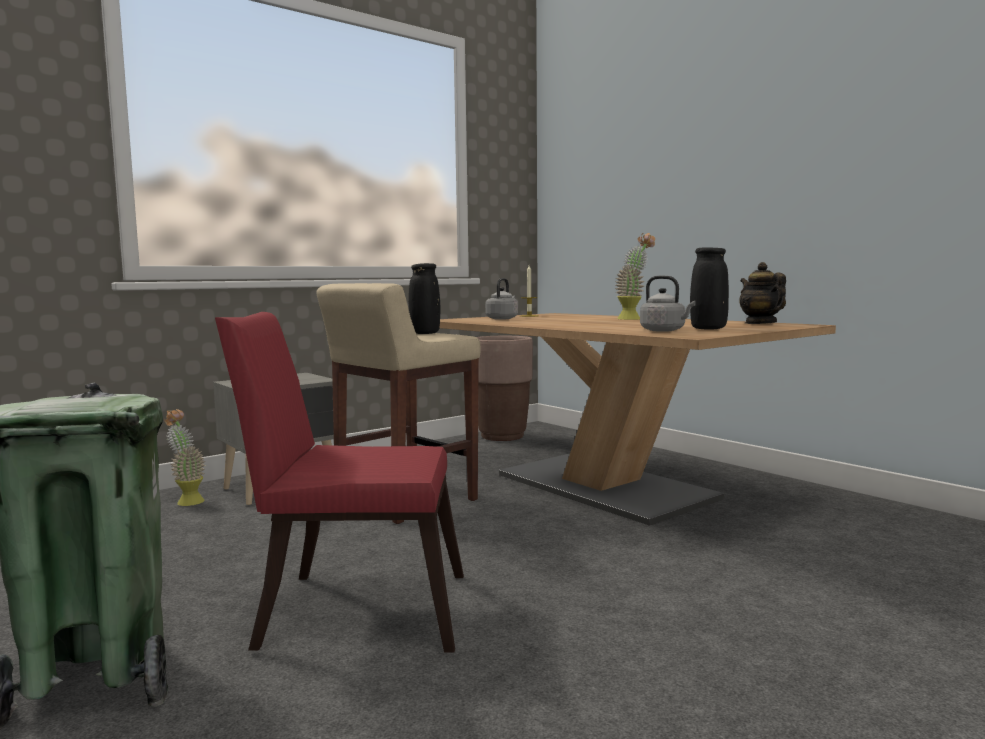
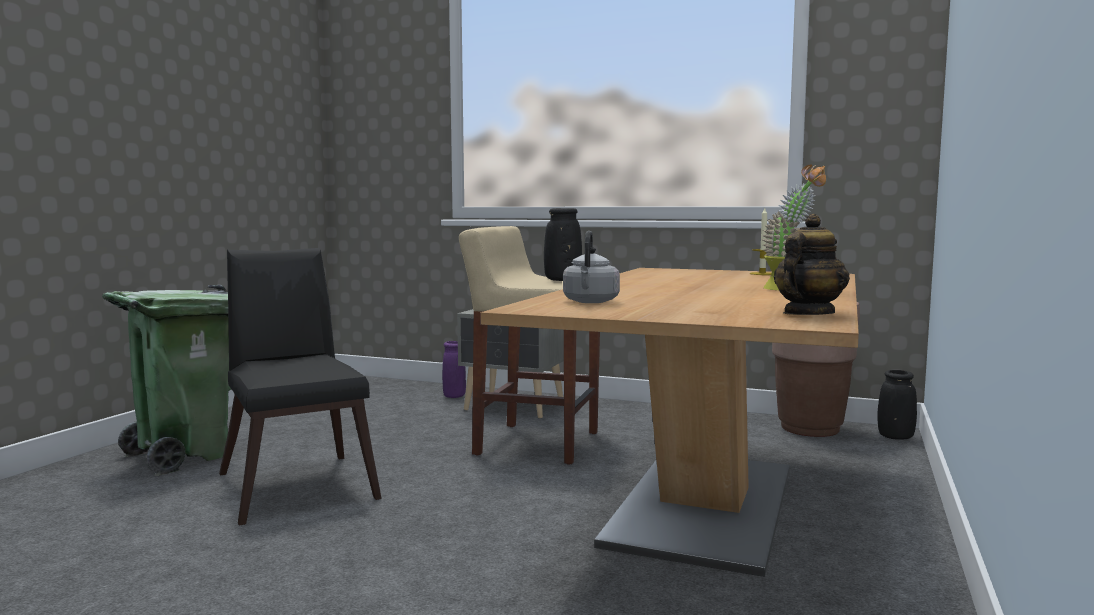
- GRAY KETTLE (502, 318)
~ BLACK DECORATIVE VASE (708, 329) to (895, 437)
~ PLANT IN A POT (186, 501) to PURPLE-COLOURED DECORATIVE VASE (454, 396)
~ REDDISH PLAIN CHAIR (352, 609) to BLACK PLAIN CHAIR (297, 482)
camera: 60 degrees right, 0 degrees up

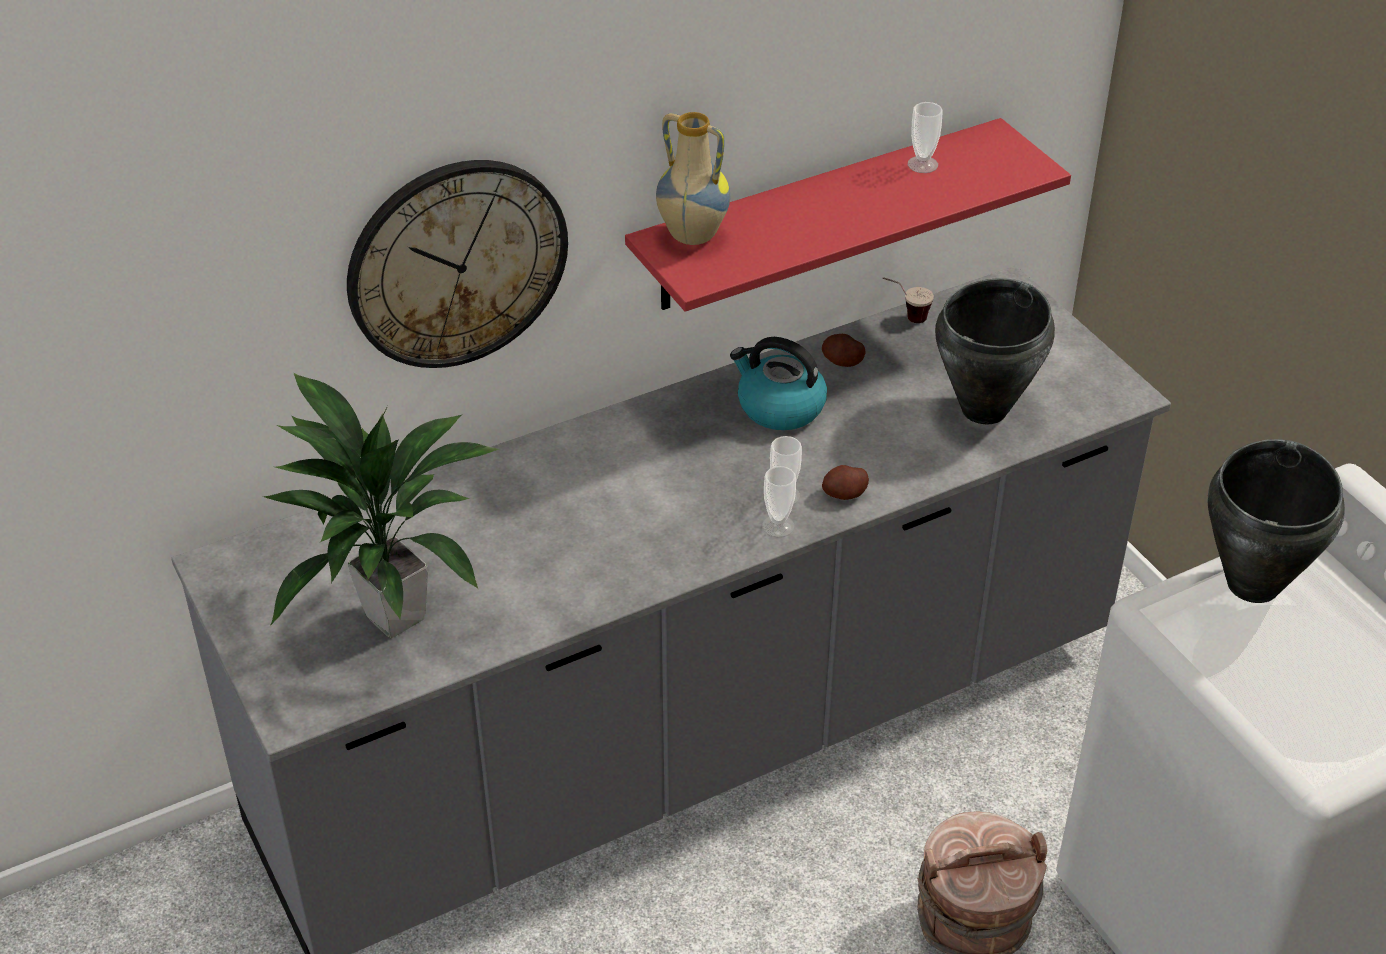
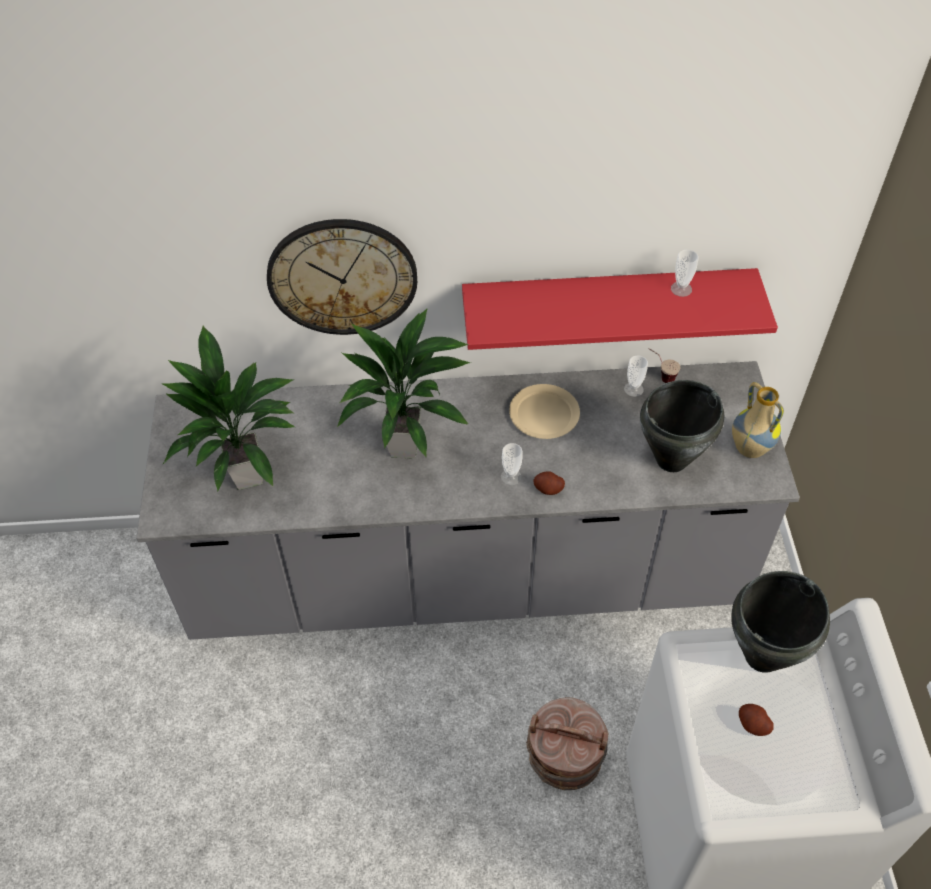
+ PLANT IN A POT (405, 448)
~ DECORATIVE VASE (691, 236) to (748, 449)
~ CUP (778, 526) to (633, 389)
~ POTATO (842, 361) to (753, 725)
~ KETTLE (779, 407) to SAND-COLOURED FLAT DISH (544, 414)
camera: 25 degrees right, 10 degrees up

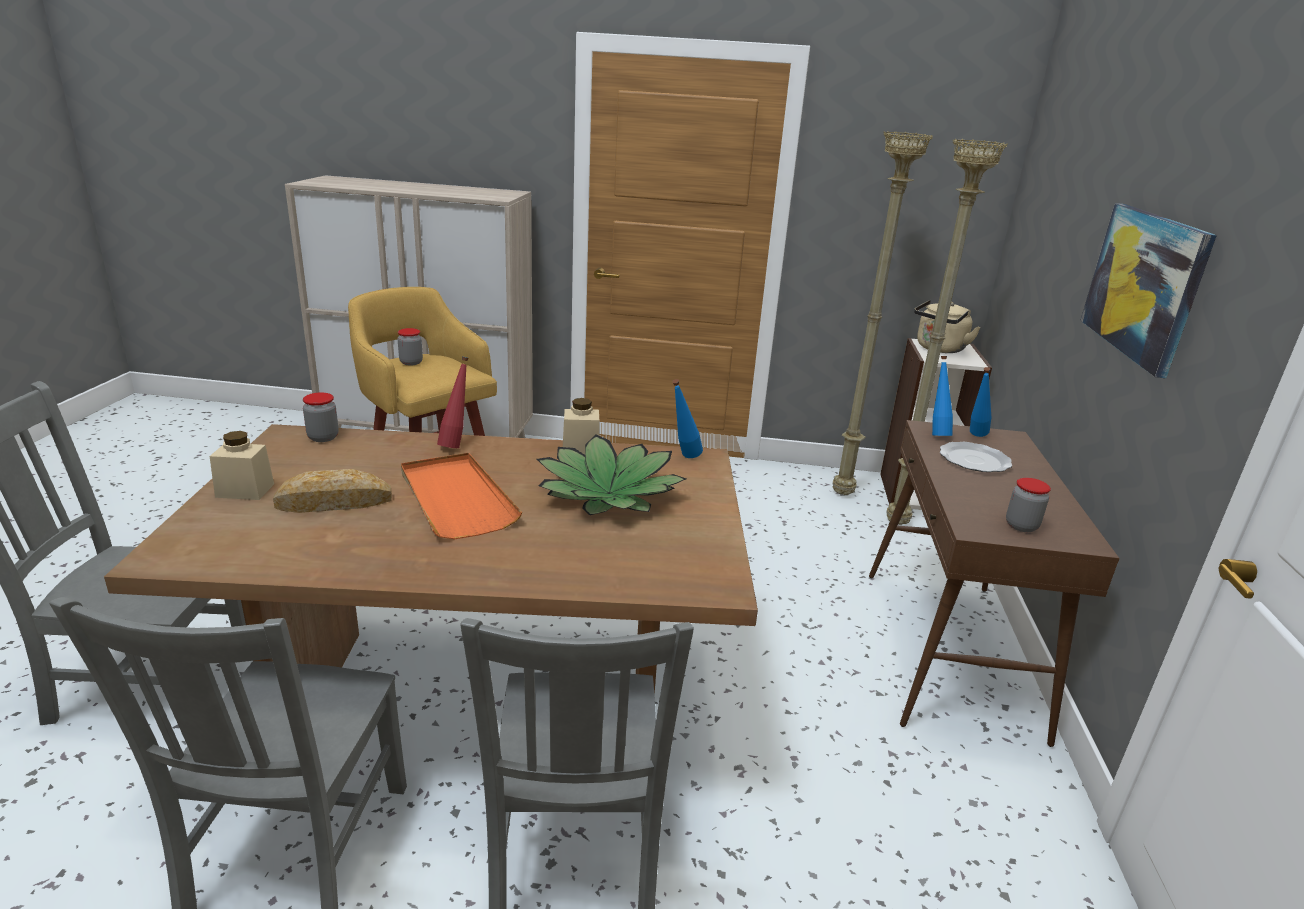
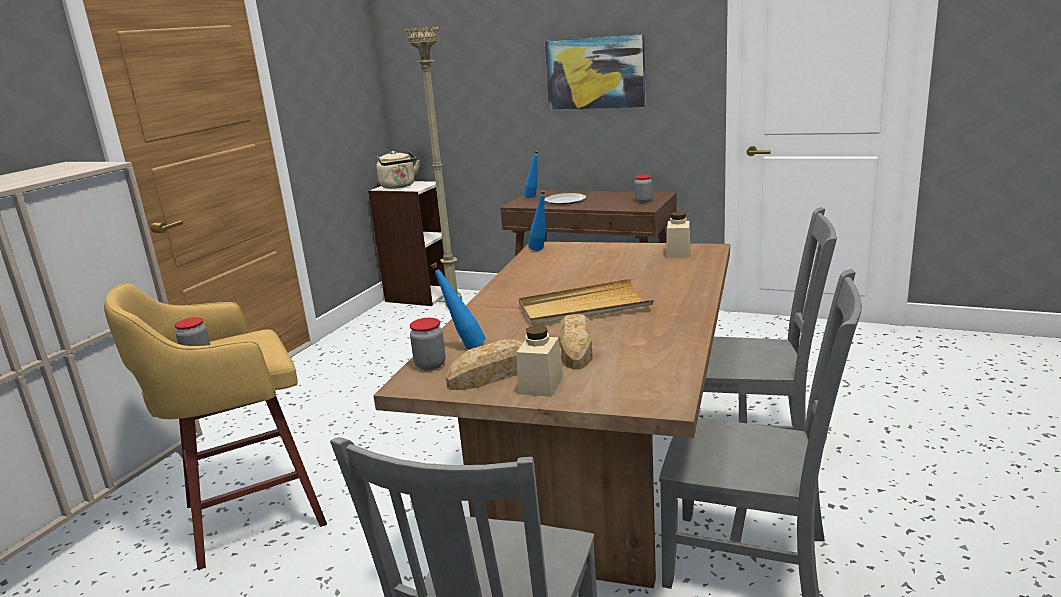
- REDDISH BOTTLE (456, 444)
- PLANT IN A POT (609, 493)
- SAND-COLOURED STANDING LAMP (843, 494)
+ BAKED BREAD (496, 373)
~ SAND-COLOURED STORAGE JAR (581, 449) to (678, 253)
~ BLUE-COLOURED BOTTLE (936, 433) to (463, 347)
~ ORANGE-COLOURED CARRYING TRAY (456, 499) to SAND-COLOURED CARRYING TRAY (583, 308)
camera: 70 degrees left, 5 degrees down

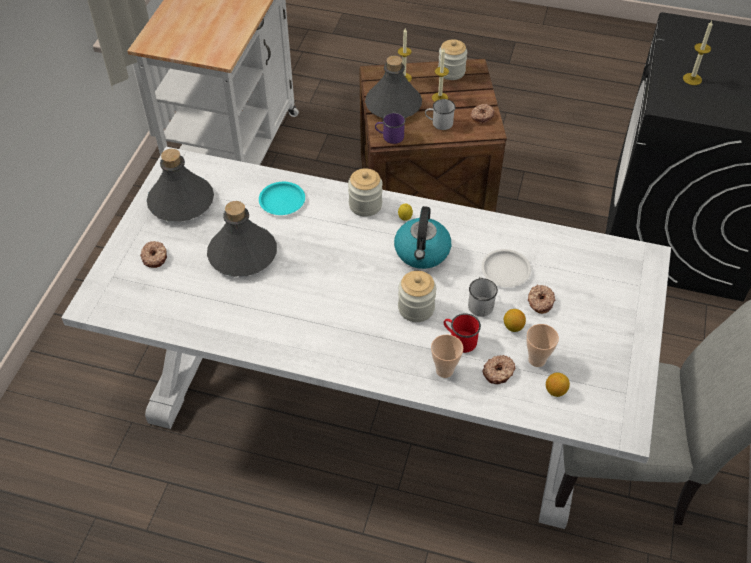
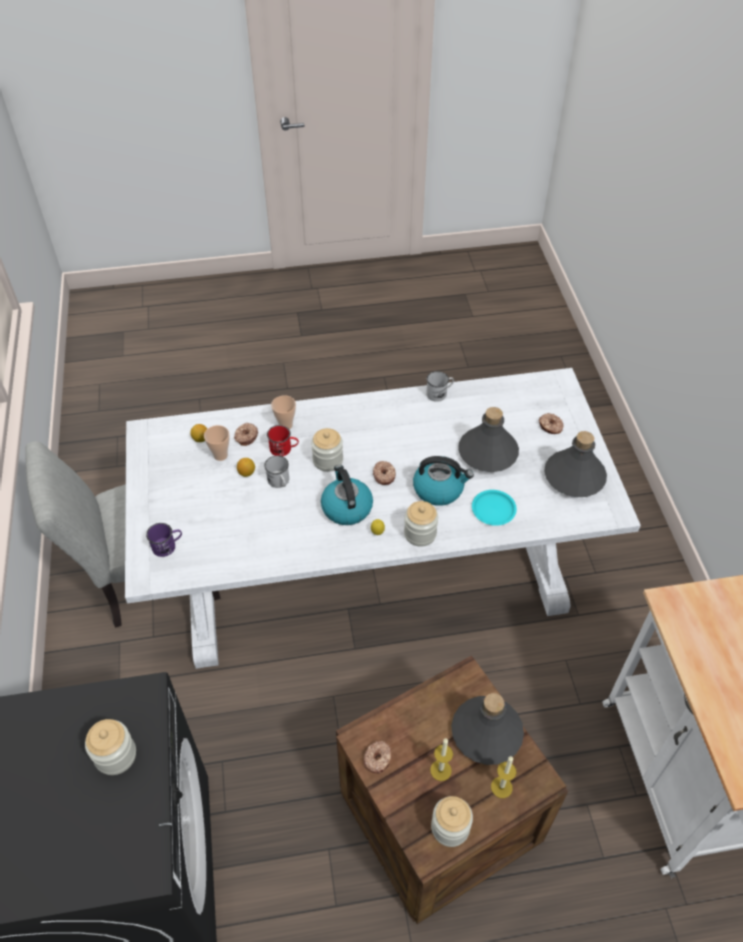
- WHITISH FLAT DISH (505, 270)
+ KETTLE (439, 489)
~ PURPLE-COLOURED TEA MUG (389, 137) to (167, 546)
~ WHITISH TEA MUG (439, 123) to (439, 393)
~ RING DOUGHNUT (540, 302) to (384, 475)
~ WAX LIGHT (692, 79) to STORAGE JAR (115, 755)
camera: 155 degrees right, 0 degrees up

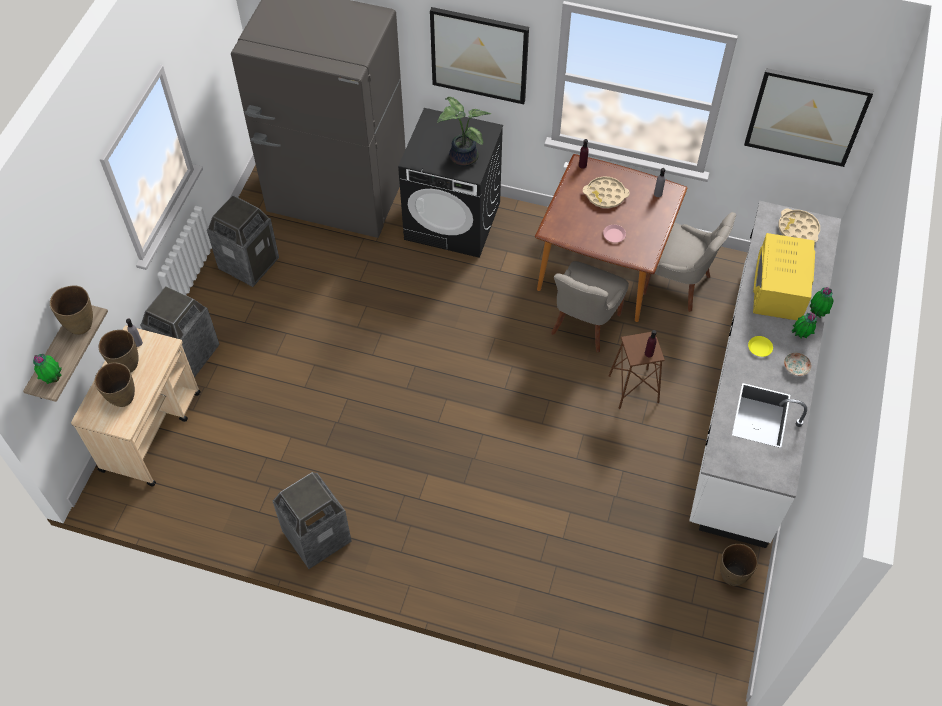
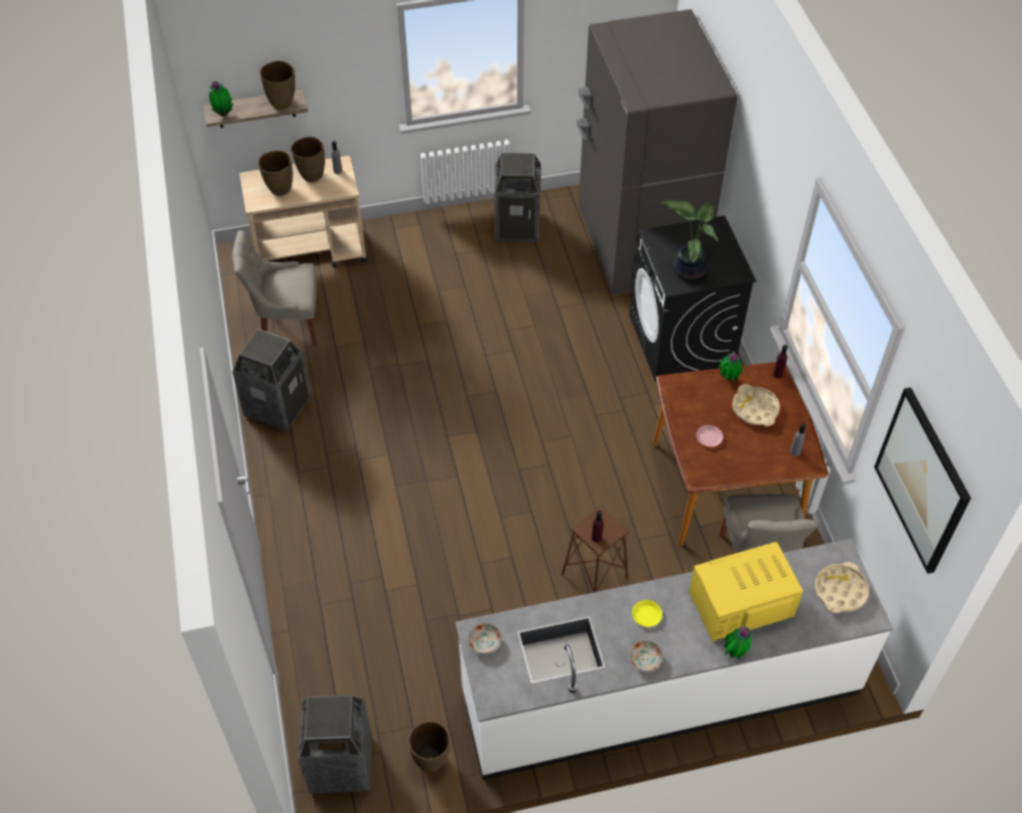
- PICTURE (479, 55)
+ FLAT DISH (484, 642)
~ WASTE BIN (188, 353) to (341, 765)
~ GRAY PLAIN CHAIR (584, 325) to (287, 326)
~ PLANT IN A POT (800, 336) to (727, 379)
camera: 60 degrees right, 5 degrees down

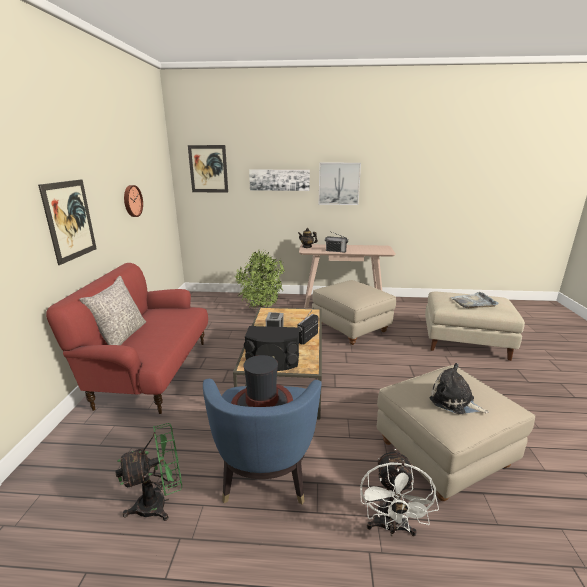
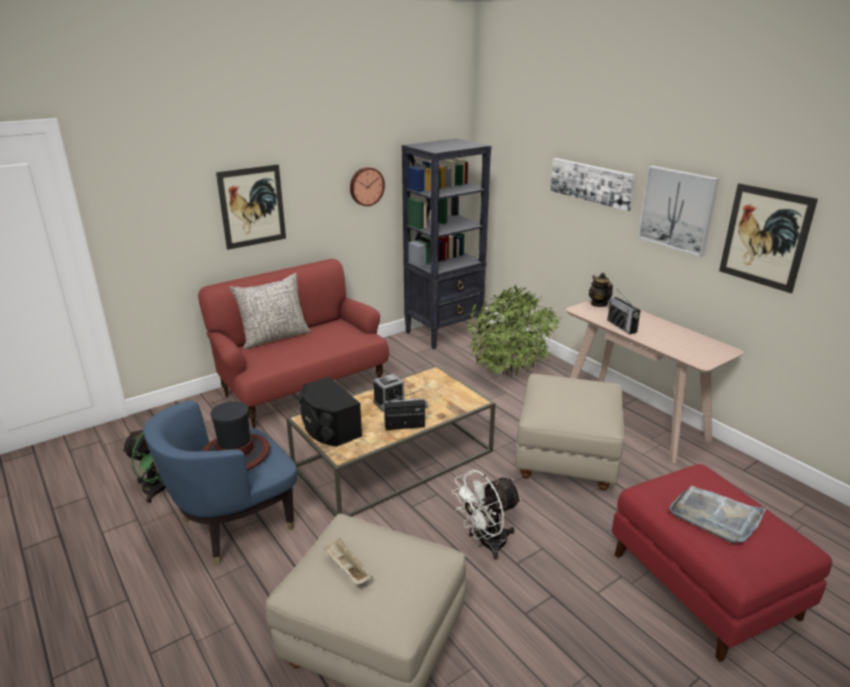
+ BLACK SHELVING UNIT (444, 333)
~ PICTURE (208, 169) to (765, 237)
~ WHITISH COOLING FAN (390, 527) to (486, 543)
~ CUDDLY TOY (454, 401) to SAND-COLOURED CARRYING TRAY (347, 569)
~ SAND-COLOURED FOOTREST (466, 342) to REDDISH FOOTREST (705, 587)
camera: 50 degrees right, 5 degrees up

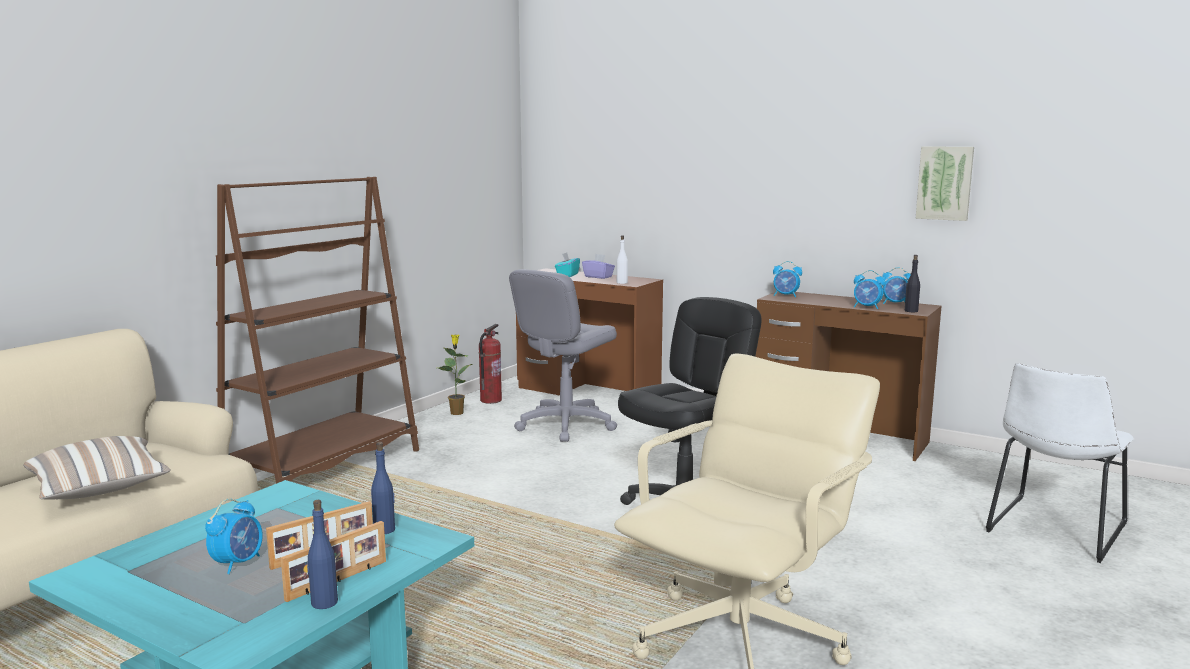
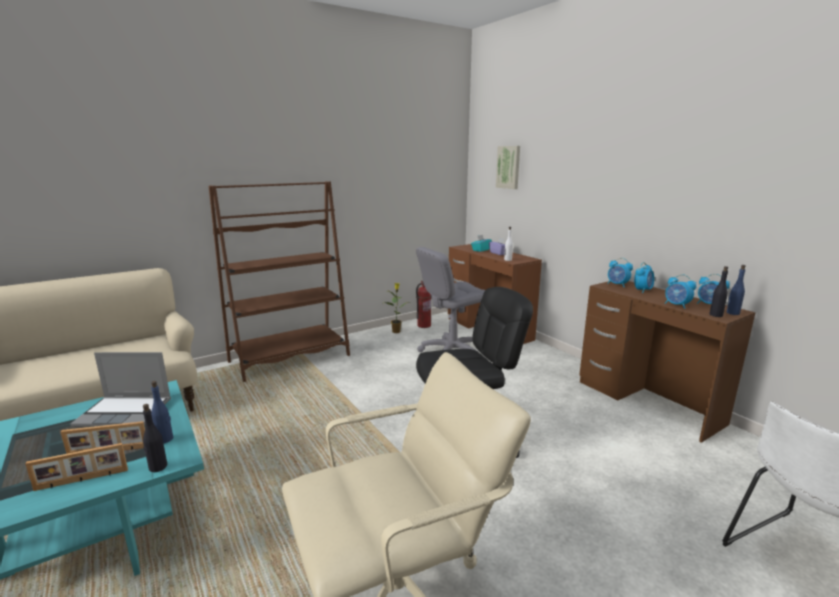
- PILLOW (100, 489)
+ PORTABLE COMPUTER (126, 412)
+ BLACK BOTTLE (157, 467)
~ TABLE CLOCK (238, 563) to (642, 290)
~ BLUE-COLOURED BOTTLE (324, 603) to (732, 313)
~ PICTURE (945, 183) to (509, 167)
camera: 25 degrees right, 5 degrees up

